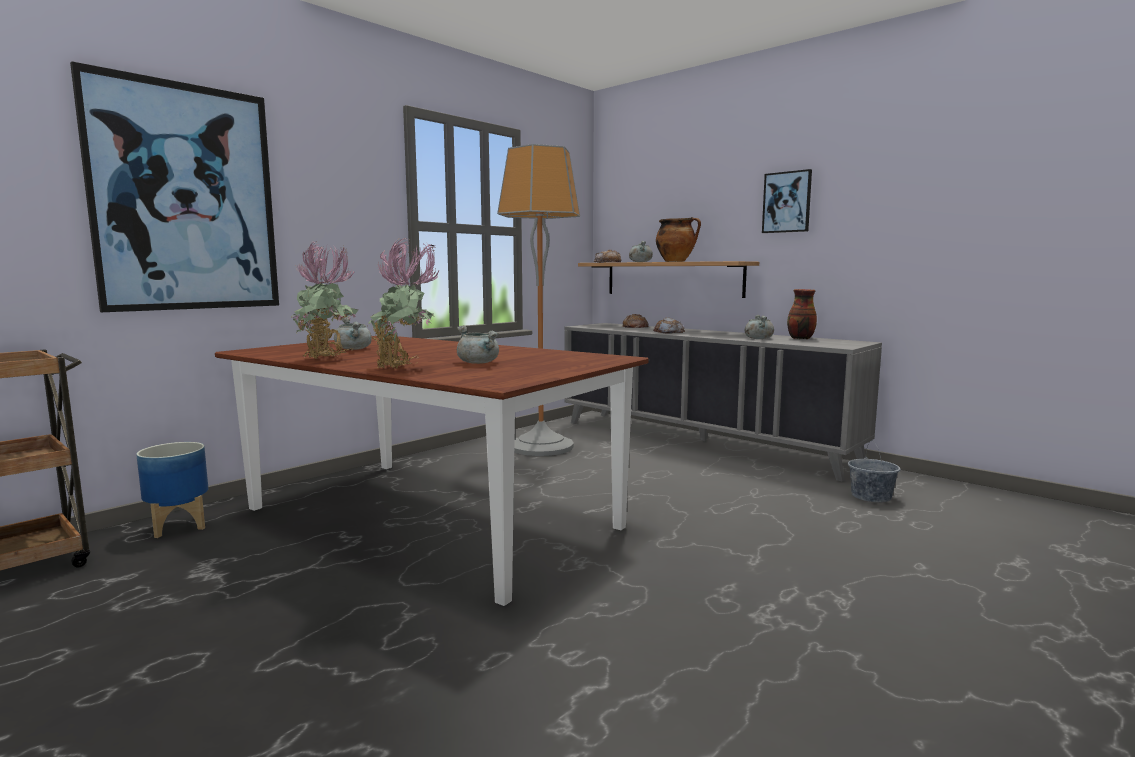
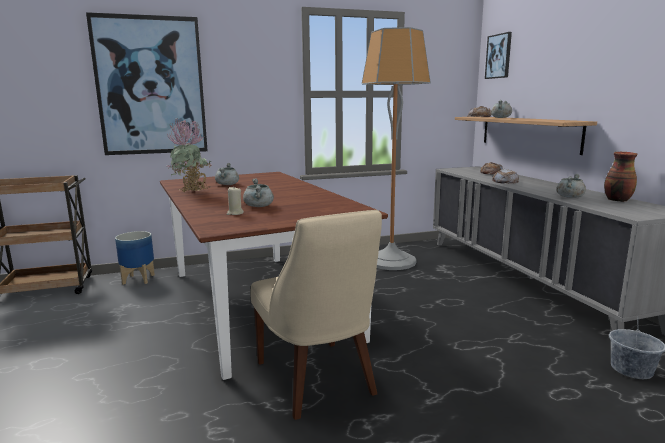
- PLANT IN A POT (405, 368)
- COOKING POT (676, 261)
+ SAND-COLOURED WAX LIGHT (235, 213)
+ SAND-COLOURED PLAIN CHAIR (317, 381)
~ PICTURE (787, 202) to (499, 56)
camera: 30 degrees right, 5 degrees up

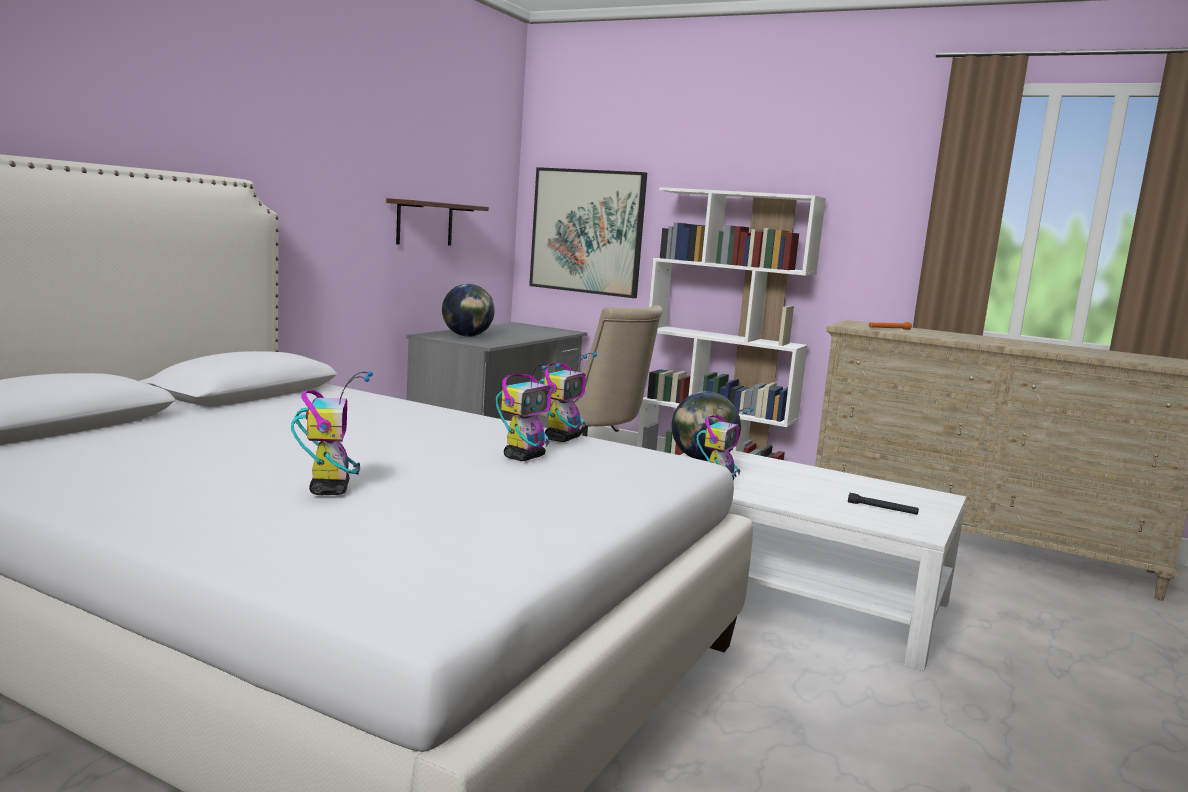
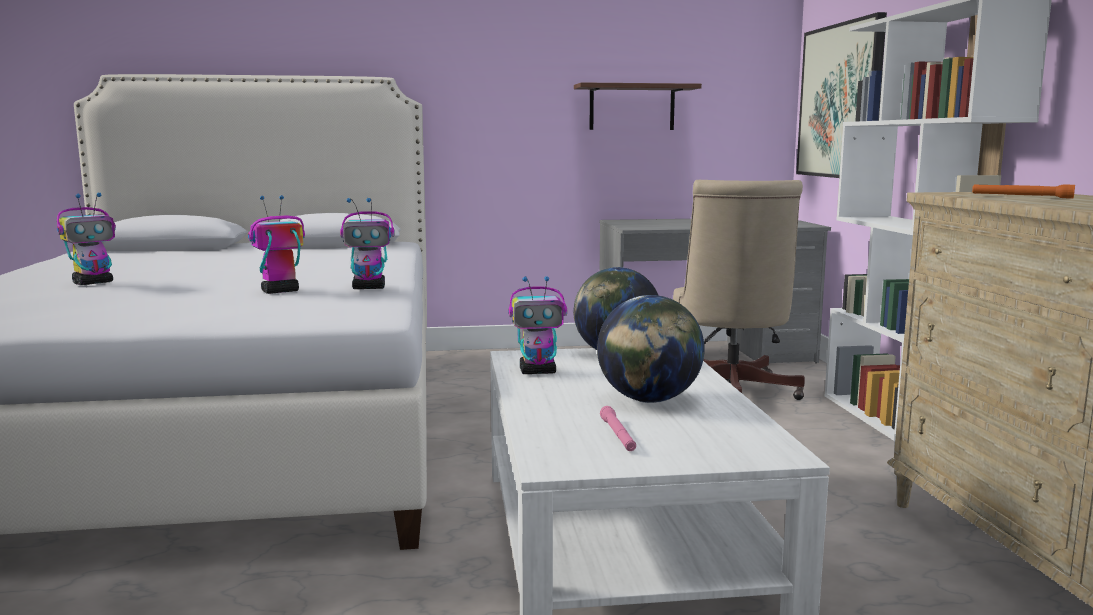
~ DESK GLOBE (467, 336) to (648, 400)
~ BLACK HAND TORCH (882, 509) to PINK-COLOURED HAND TORCH (618, 435)
~ MODEL ROBOT (524, 457) = (279, 291) 150 degrees clockwise
camera: 55 degrees right, 0 degrees up

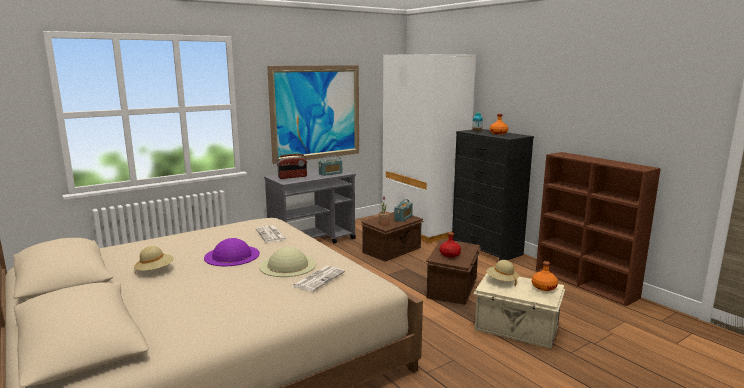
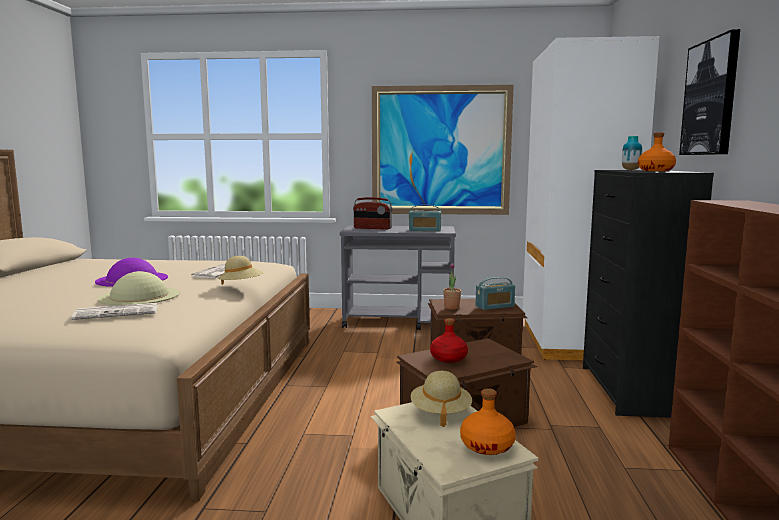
+ PICTURE (710, 98)
~ SAND-COLOURED CLOTHING HAT (155, 270) to (241, 286)
camera: 40 degrees right, 5 degrees down

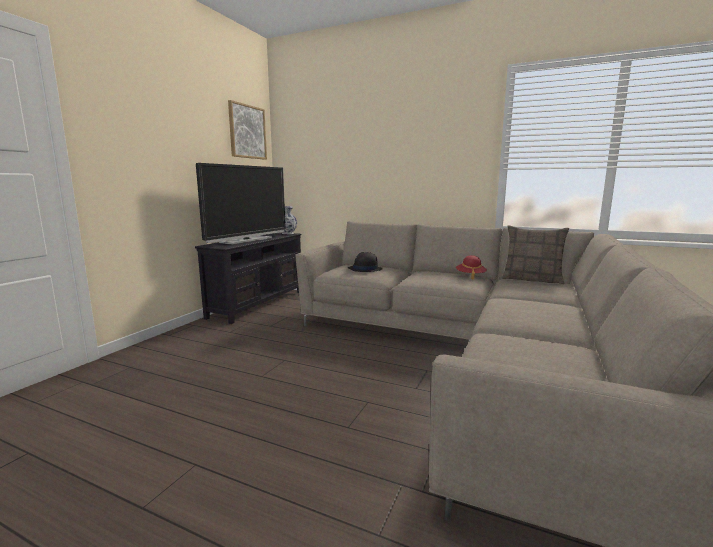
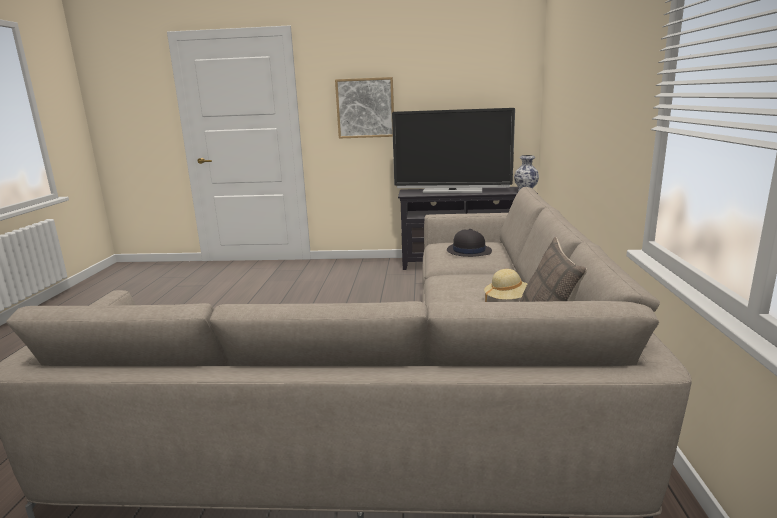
~ PICTURE (247, 132) to (365, 108)
~ REDDISH CLOTHING HAT (470, 276) to SAND-COLOURED CLOTHING HAT (507, 300)
camera: 70 degrees right, 5 degrees up

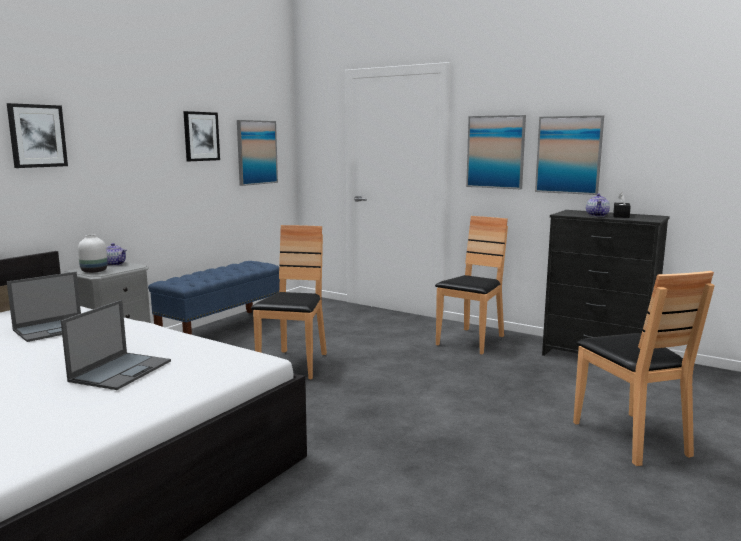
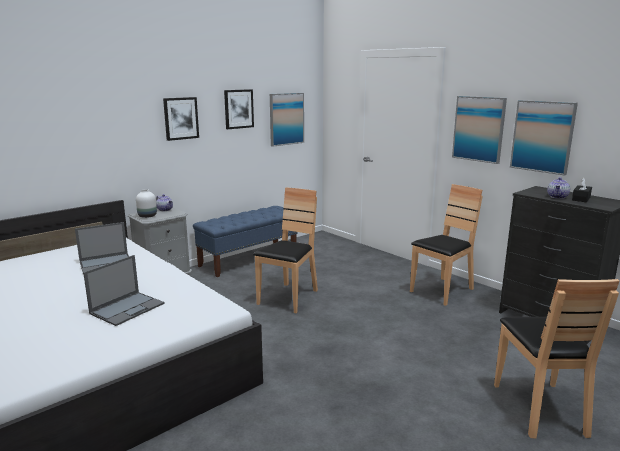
~ PICTURE (37, 136) to (181, 118)
camera: 15 degrees right, 5 degrees up

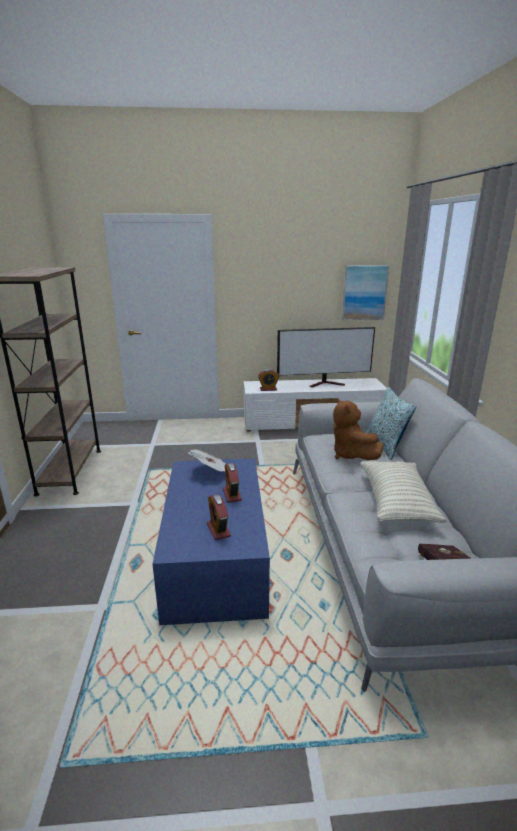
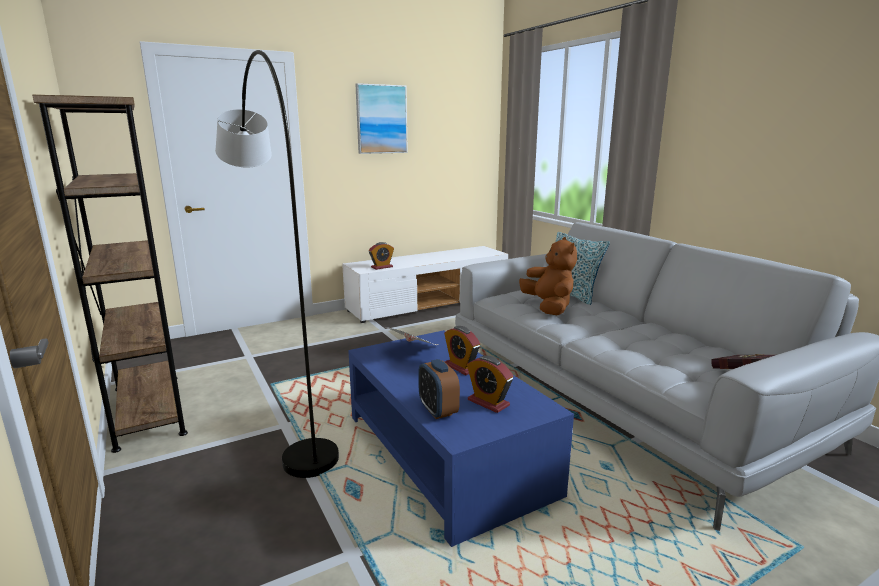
- TV SET (326, 384)
- PILLOW (396, 502)
+ GRAY STANDING LAMP (285, 413)
+ TABLE CLOCK (438, 410)
~ PICTURE (364, 292) to (381, 119)
~ BROWN-COLOURED CUDDLY TOY (351, 455) = (548, 307) 150 degrees counterclockwise
camera: 25 degrees left, 5 degrees down

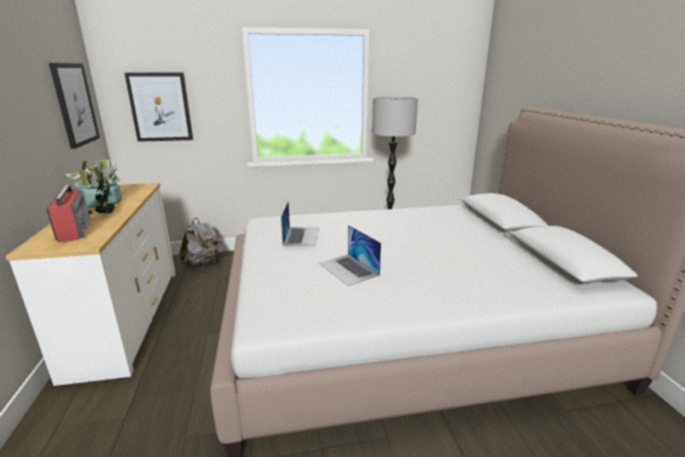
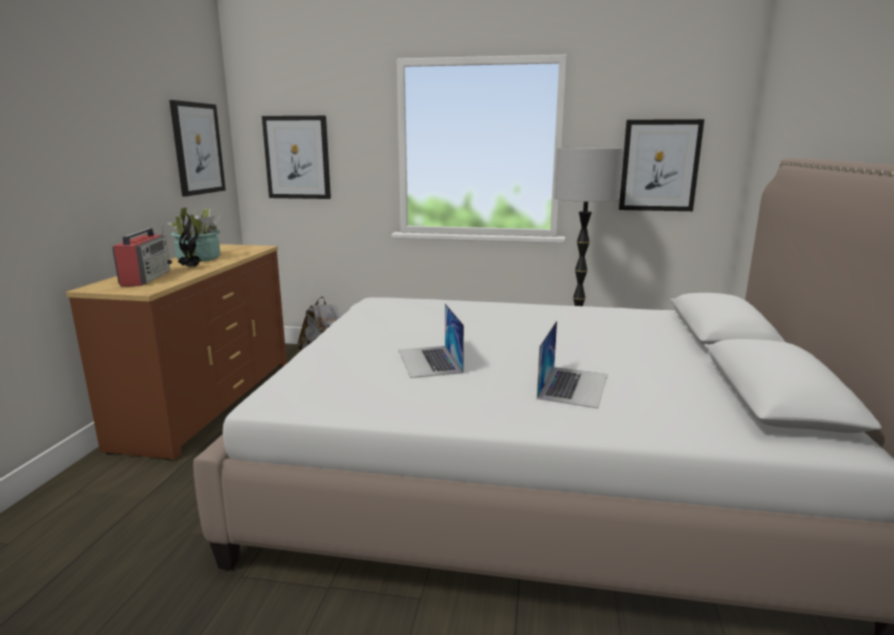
+ PICTURE (659, 165)
~ PORTABLE COMPUTER (301, 236) to (573, 386)
~ WHITISH DRAWER CHEST (127, 319) to BROWN-COLOURED DRAWER CHEST (208, 402)
camera: 20 degrees right, 5 degrees down

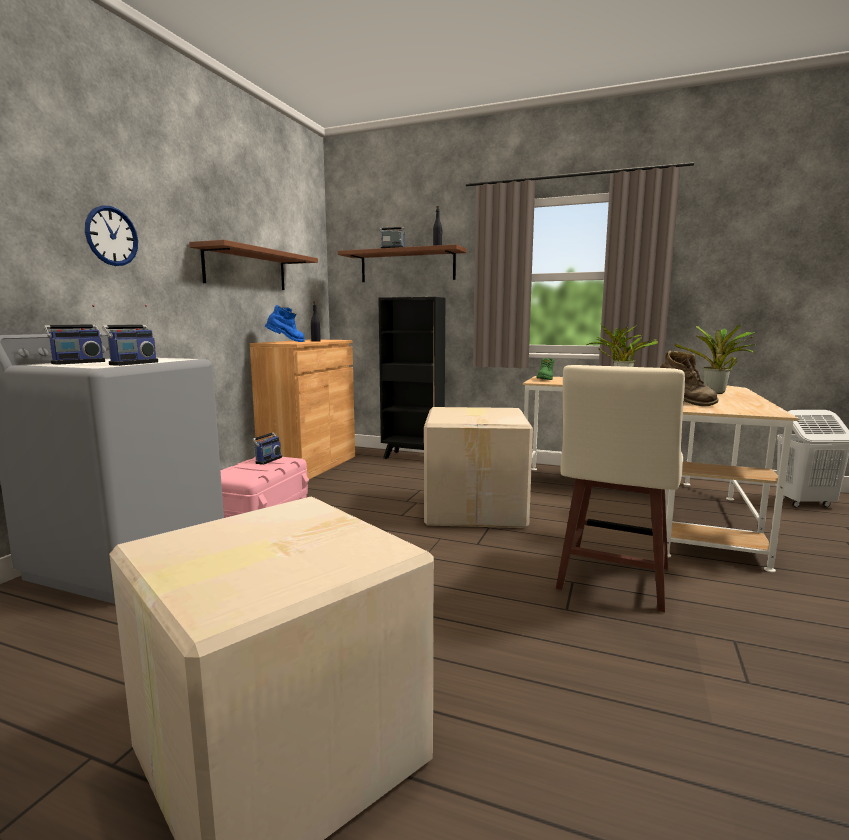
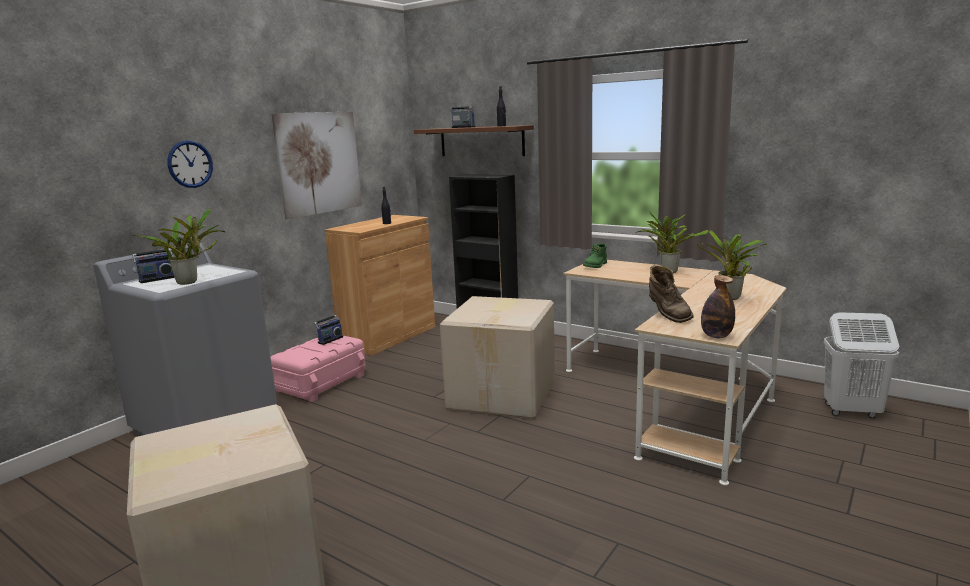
- BLUE-COLOURED BOOT (286, 342)
- SAND-COLOURED STOOL SEAT (612, 579)
+ BOTTLE (716, 336)
~ RADIO SET (132, 363) to PLANT IN A POT (190, 282)
~ BROWN-COLOURED SHELF (246, 269) to PICTURE (319, 163)
camera: 15 degrees right, 5 degrees up

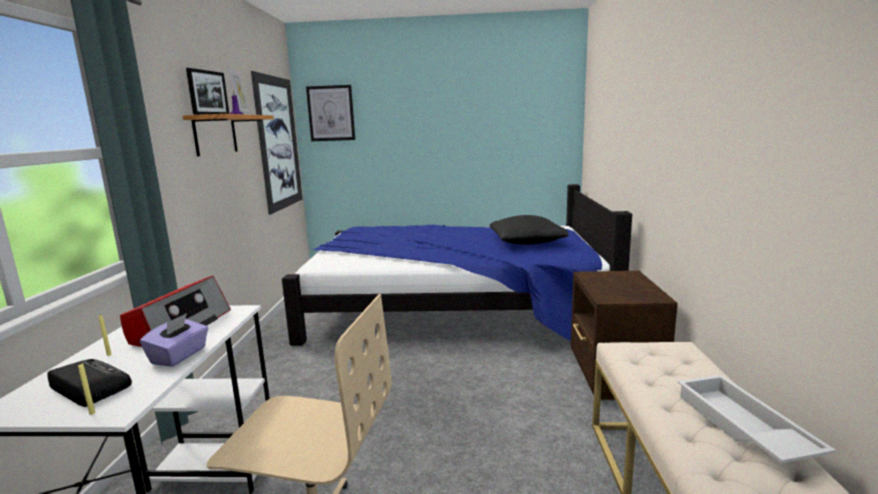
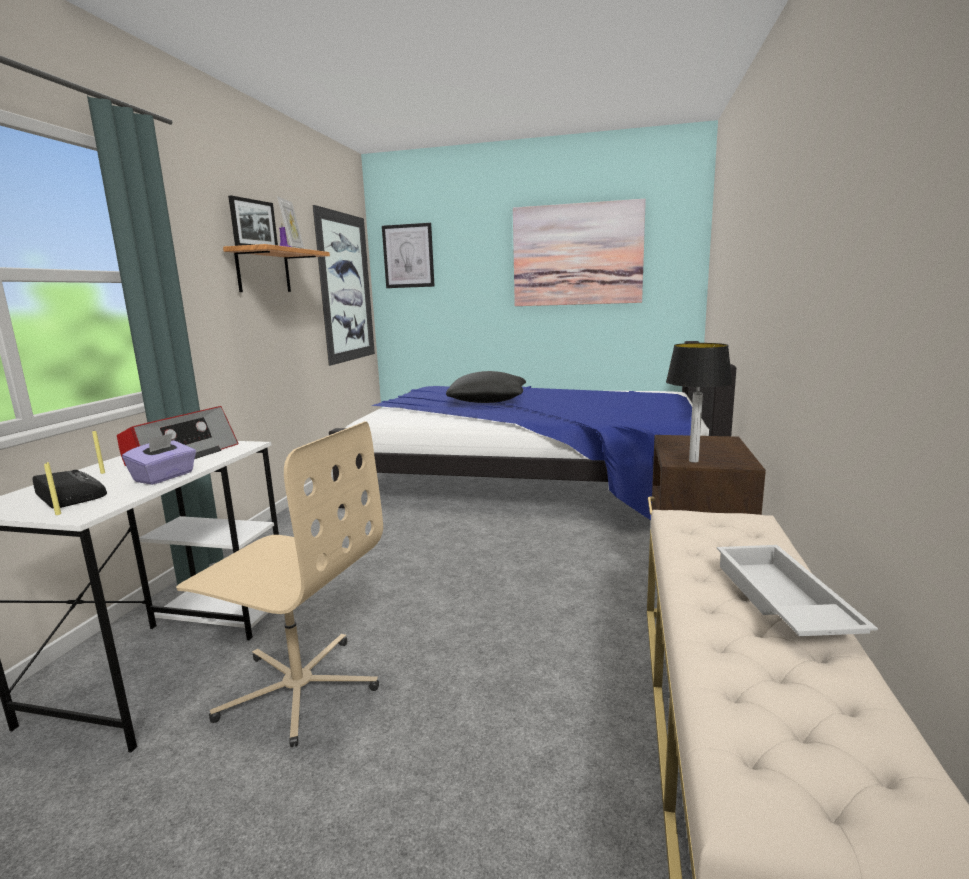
+ PICTURE (577, 255)
+ TABLETOP LAMP (694, 461)
~ BLACK PILLOW (526, 242) to (488, 401)
camera: 10 degrees right, 0 degrees up

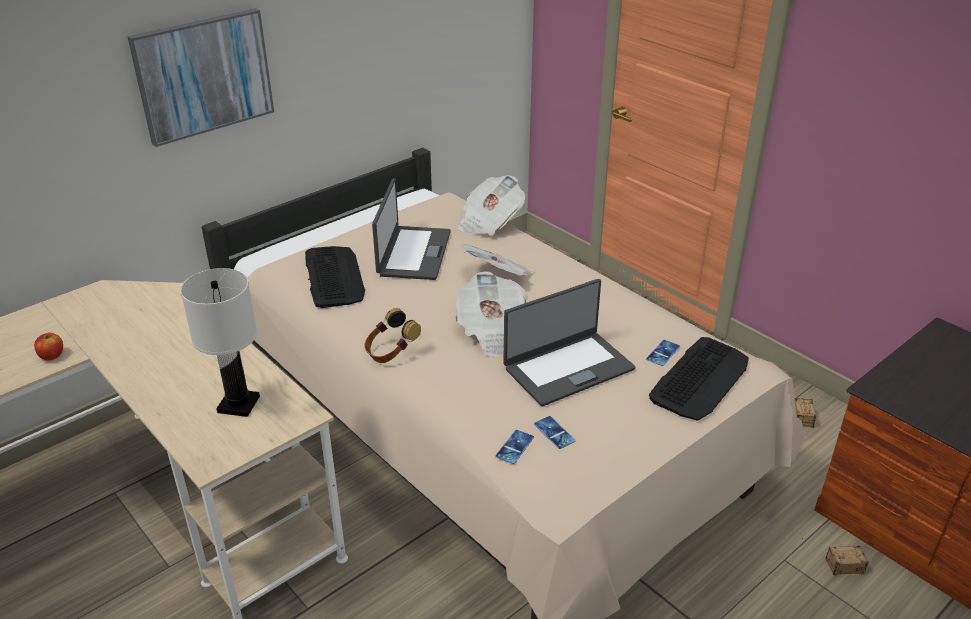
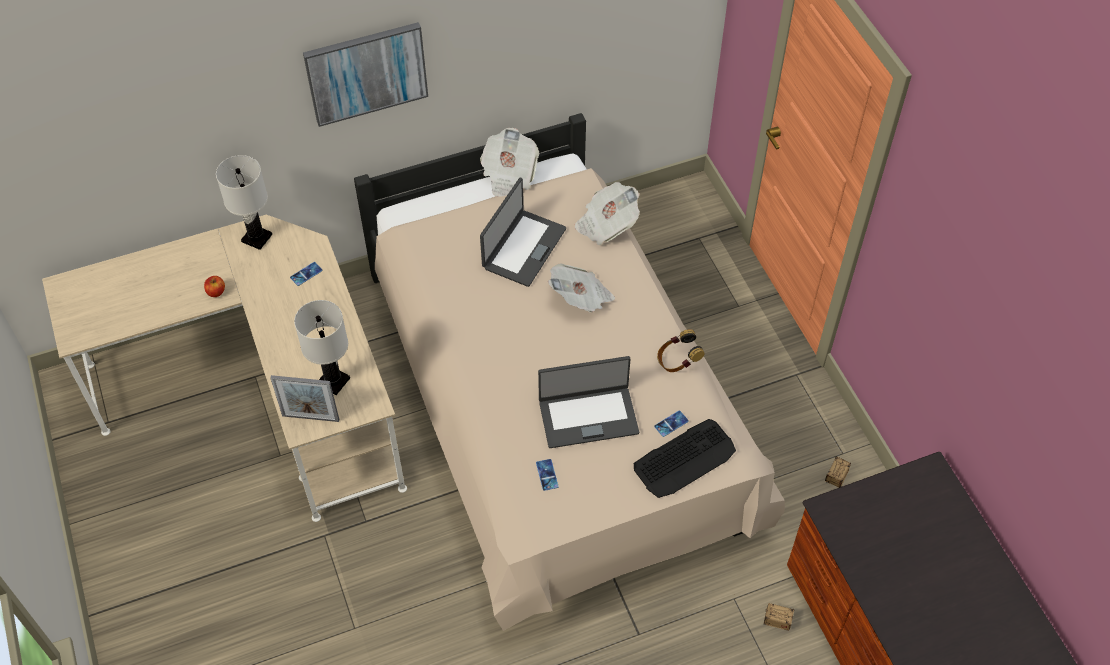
- COMPUTER KEYBOARD (333, 276)
+ WHITISH TABLETOP LAMP (257, 238)
+ PICTURE FRAME (310, 418)
~ HEADSET (391, 352) to (677, 361)
~ NEWSPAPER (493, 332) to (509, 174)
~ PHONE (514, 447) to (306, 274)
camera: 20 degrees right, 20 degrees up

